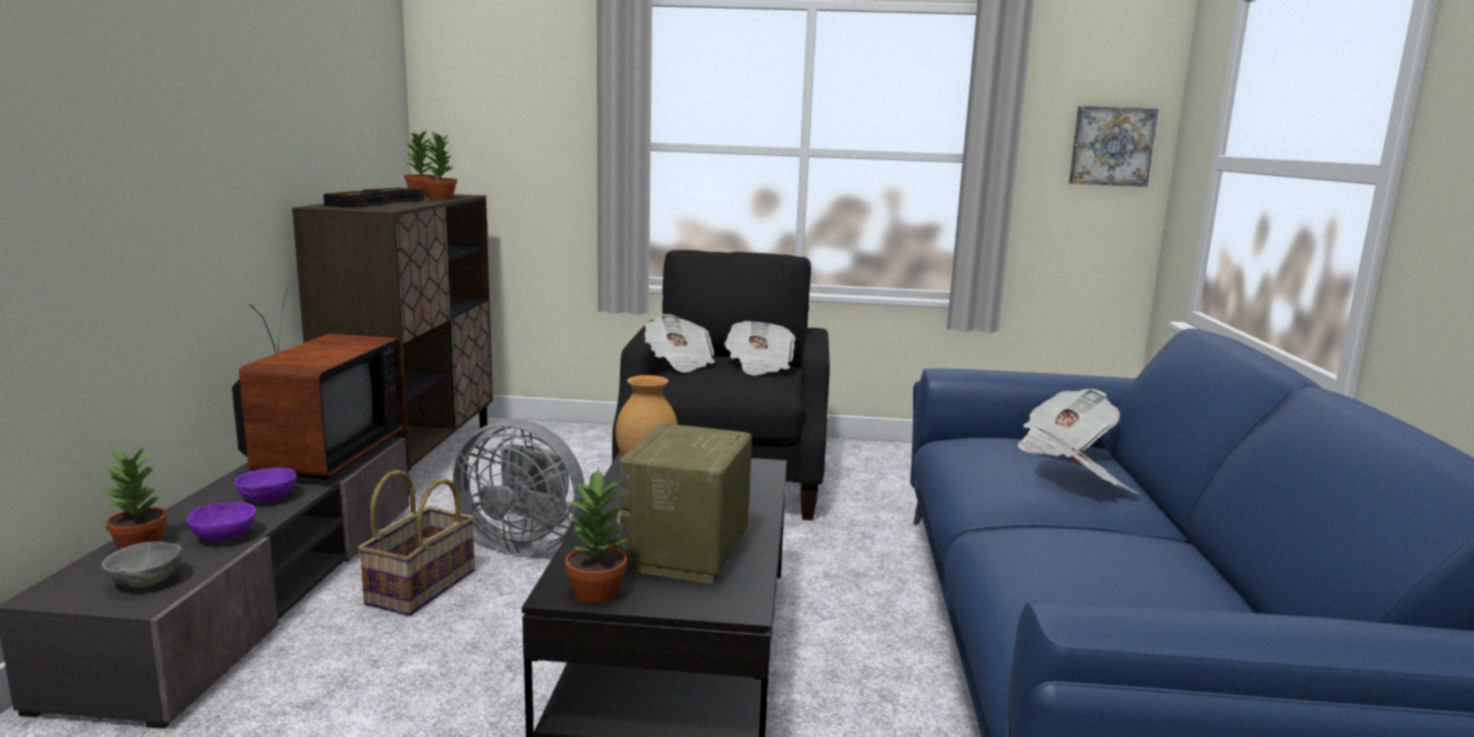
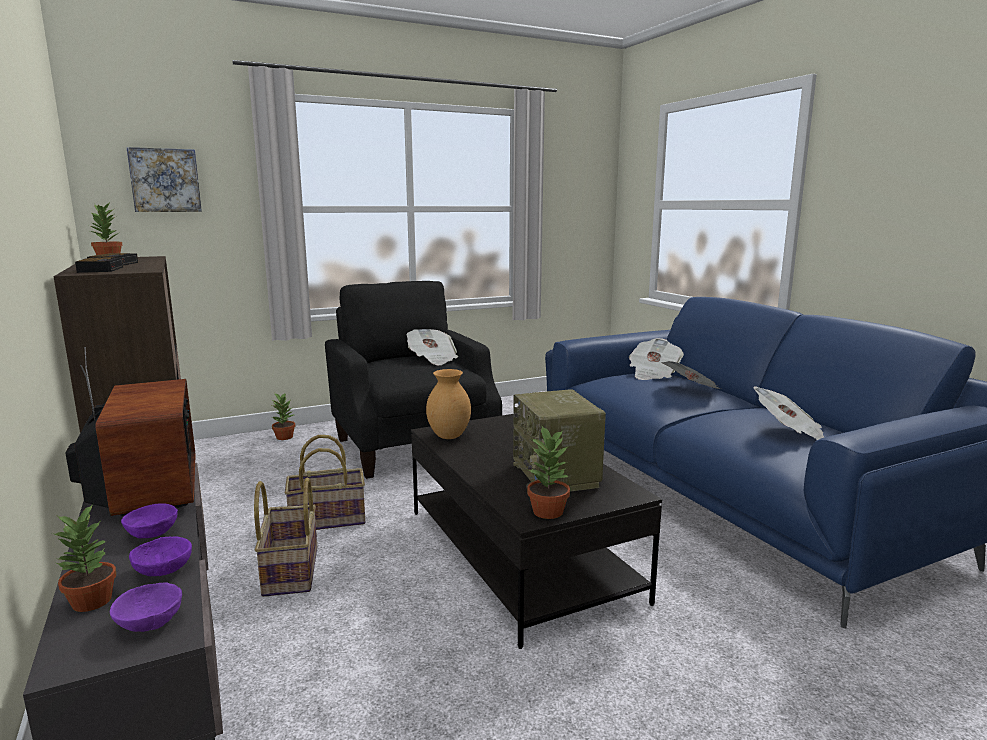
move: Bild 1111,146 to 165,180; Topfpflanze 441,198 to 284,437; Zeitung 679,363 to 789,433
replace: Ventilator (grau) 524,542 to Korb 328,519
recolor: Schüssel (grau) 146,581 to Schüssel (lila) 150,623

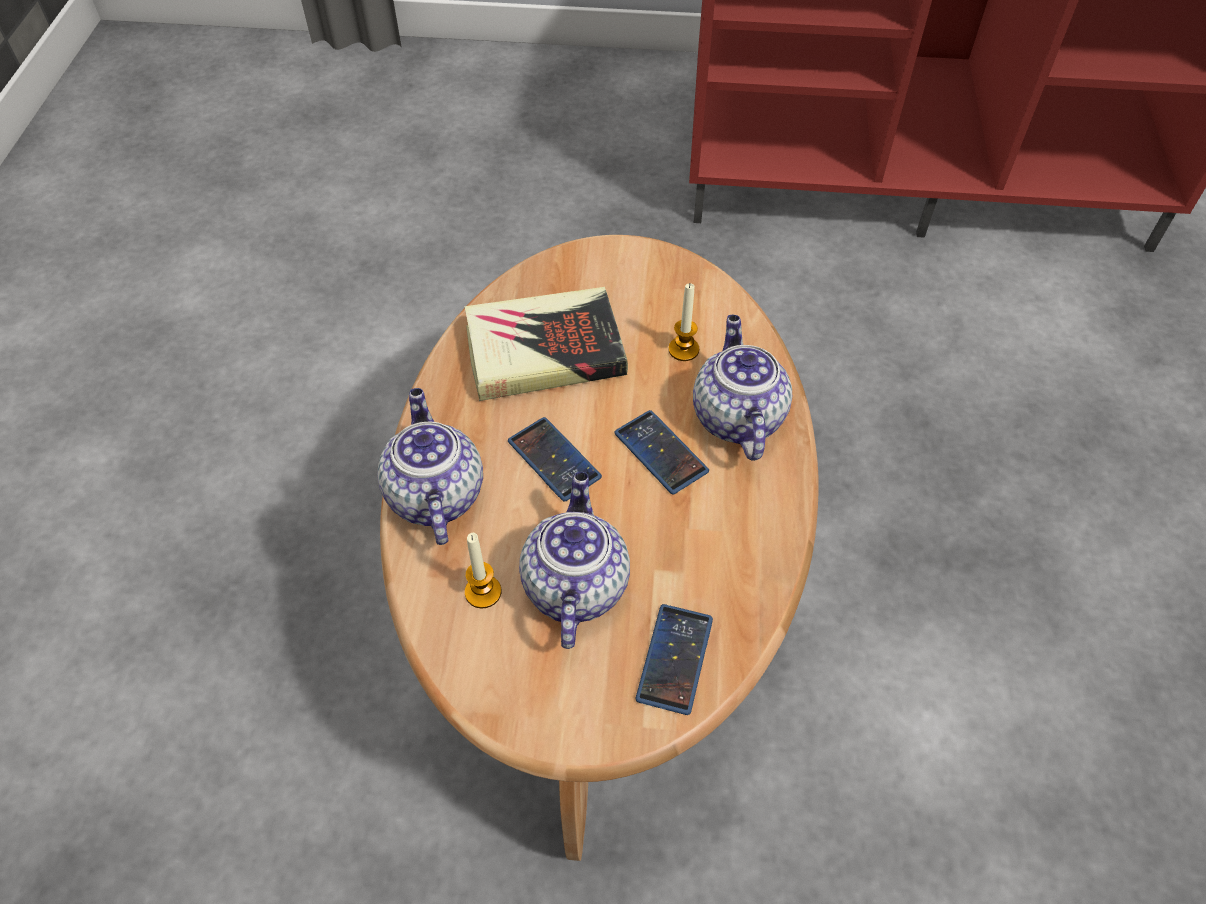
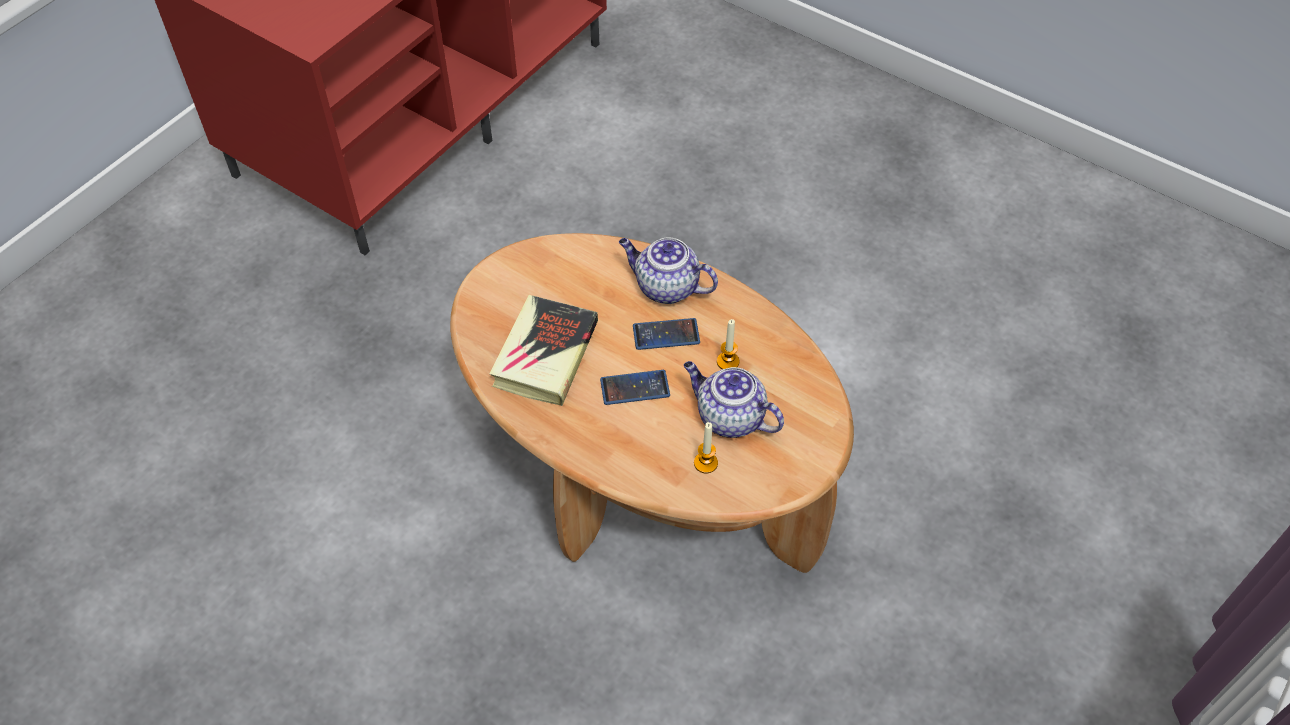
delete: Teekanne 434,494; Handy 675,659
move: Kerze 683,349 to 728,362

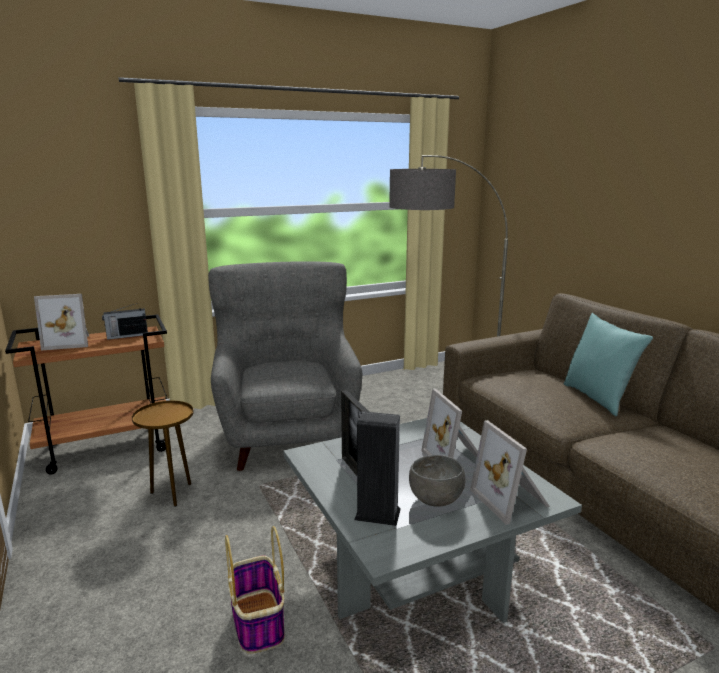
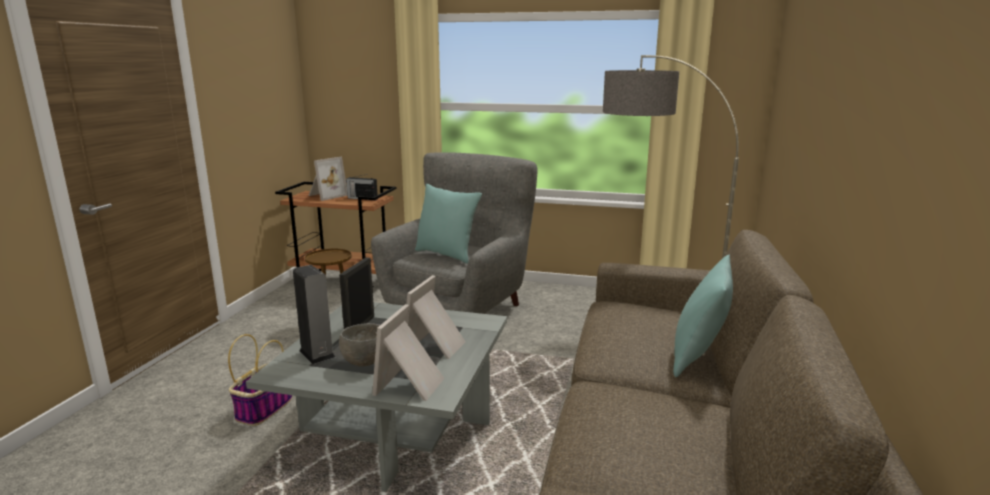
insert: Kissen (türkis) 447,254
rotate: Bilderrahmen 69,342 = 326,195 75 degrees counterclockwise

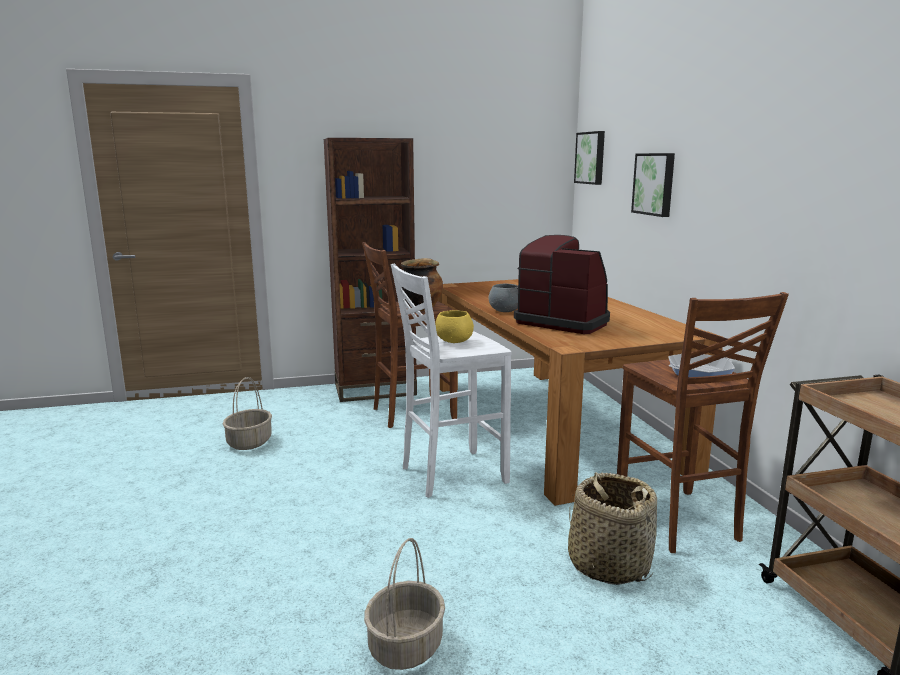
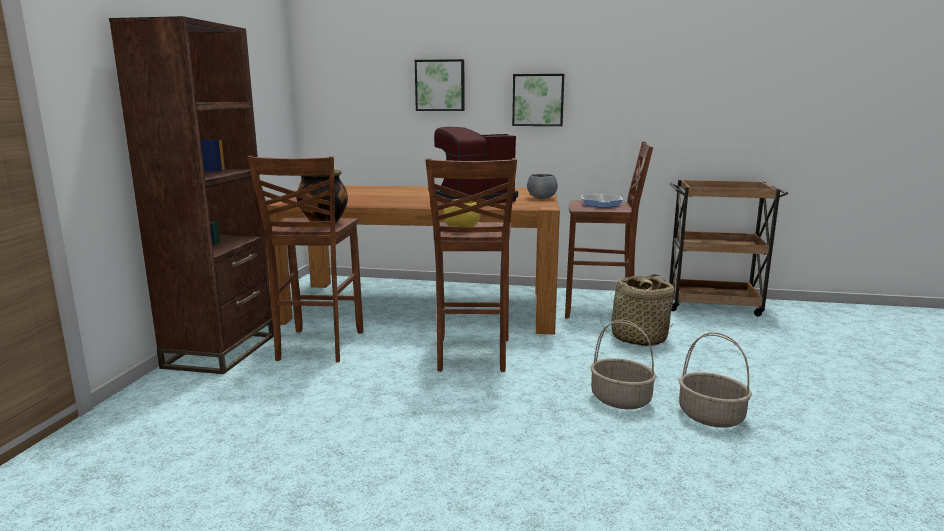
move: Bild 591,158 to 538,100; Schüssel (grau) 505,311 to 542,198; Korb 249,442 to 621,399
recolor: Hocker (weiß) 450,474 to Hocker (braun) 471,355

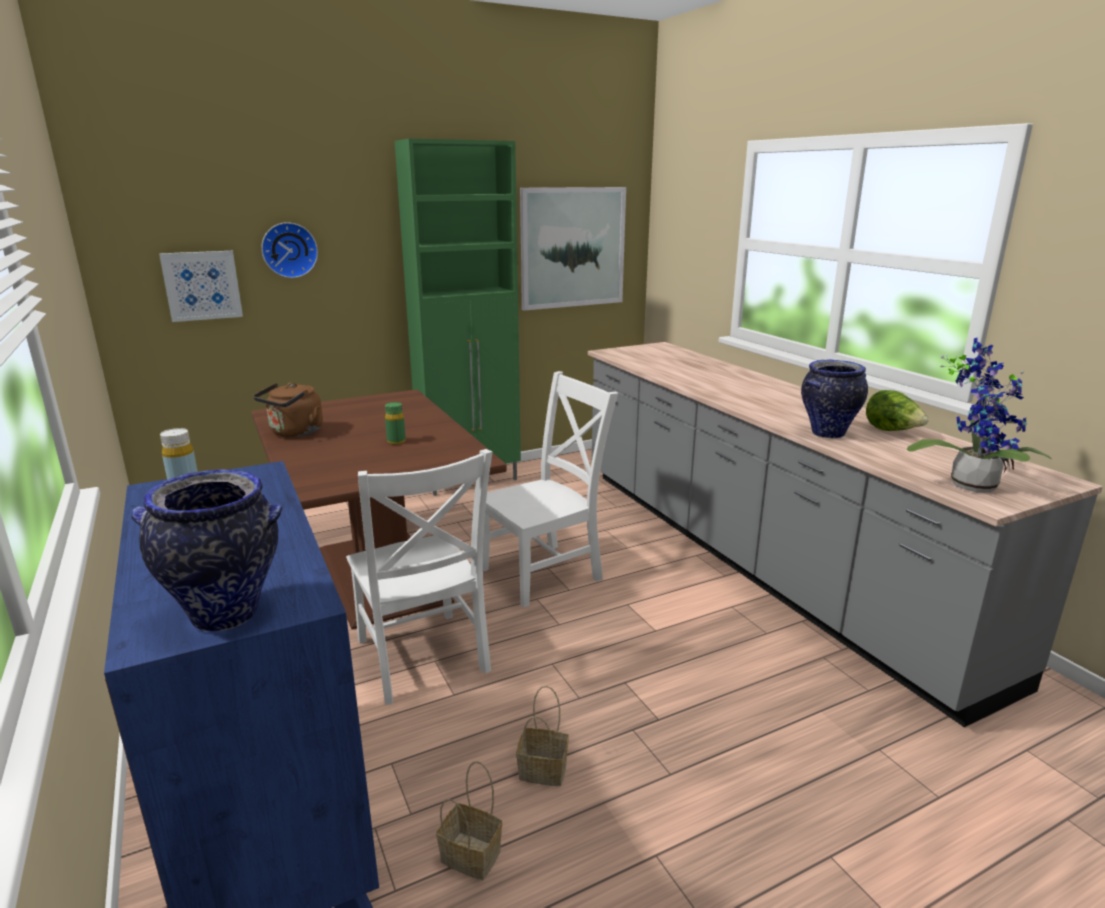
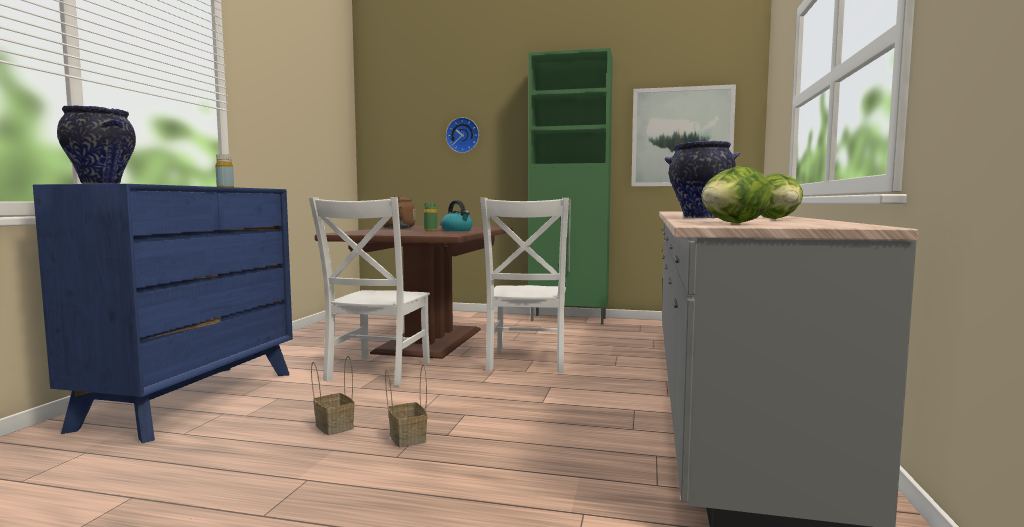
delete: Bild 202,285
insert: Wasserkessel 457,230
move: Korb 468,856 to 406,437
replace: Topfpflanze 969,483 to Salatkopf 732,223
rotate: Stuhl (weiß) 546,573 = 526,362 90 degrees clockwise

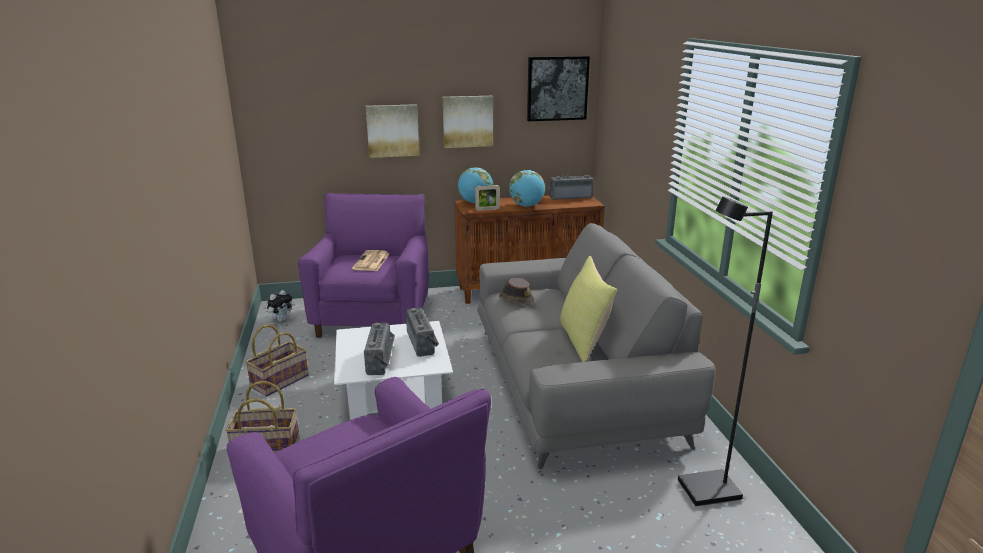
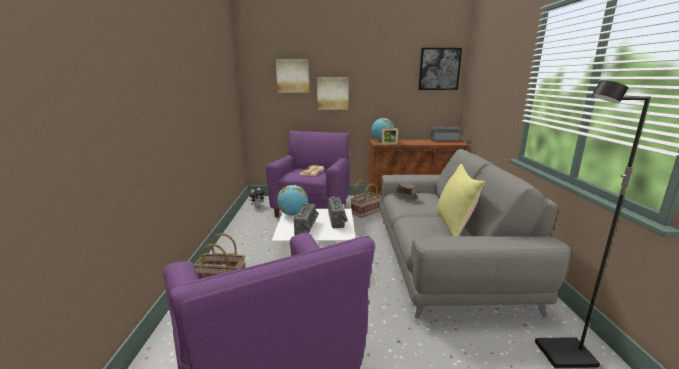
move: Bild 467,121 to 292,76; Globus 526,206 to 293,214; Korb 279,381 to 365,212

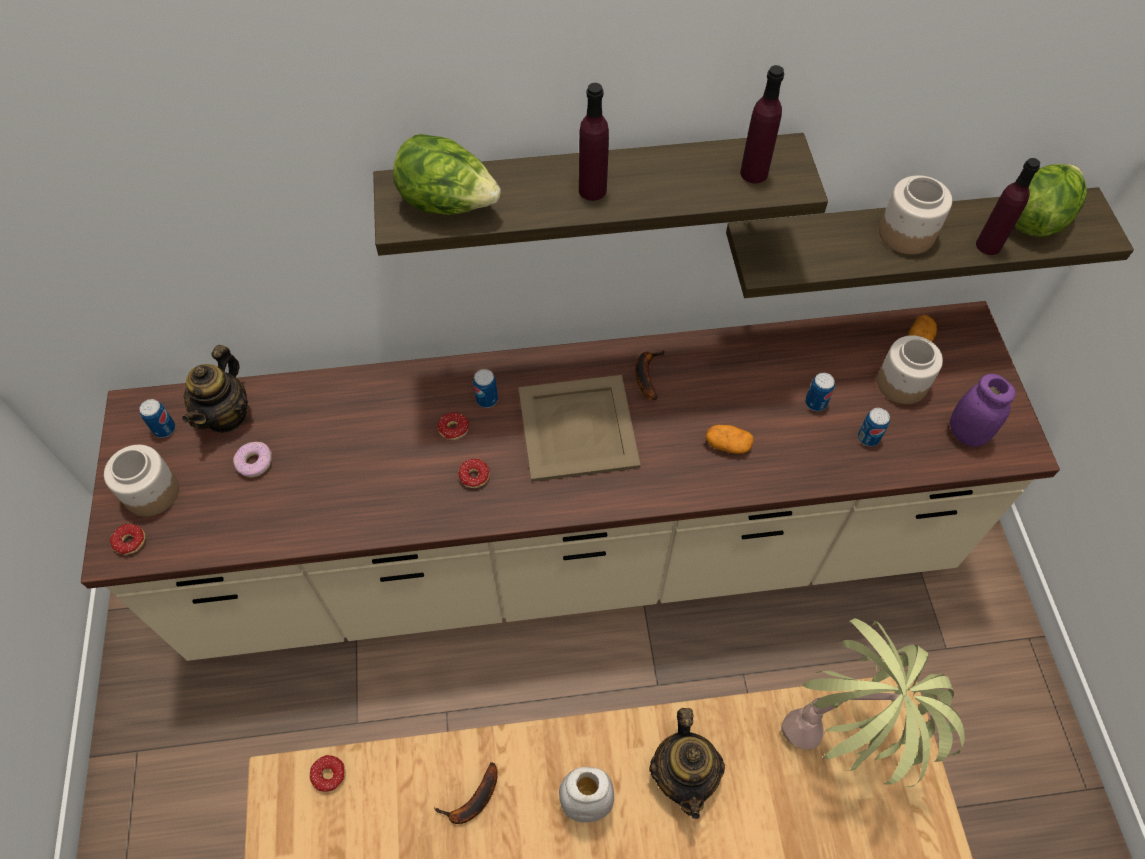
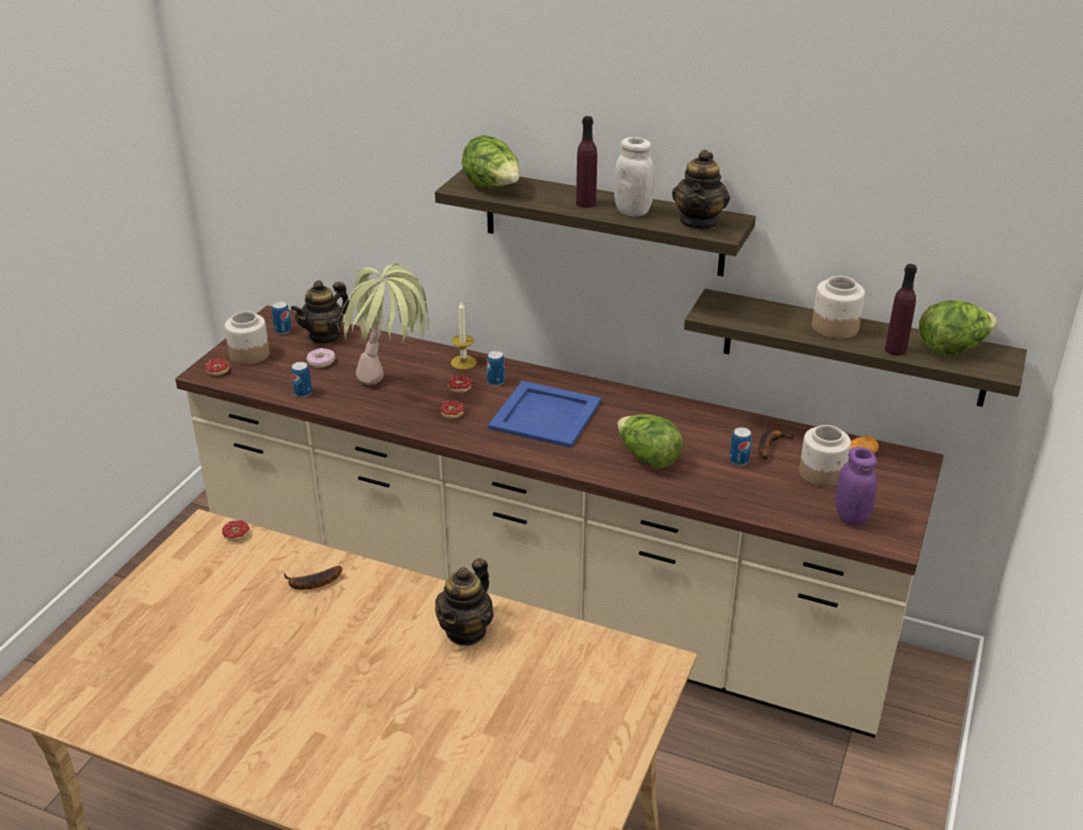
insert: Kerze 463,362
move: Banane 646,374 to 769,446; Dose 868,437 to 303,393; Topfpflanze 845,740 to 392,392; Vorratsglas (weiß) 586,802 to 632,211
replace: Flasche (lila) 754,173 to Teekanne 699,222; Kartoffel 727,445 to Salatkopf 647,458
recolor: Tablett (beige) 577,429 to Tablett (blau) 544,415

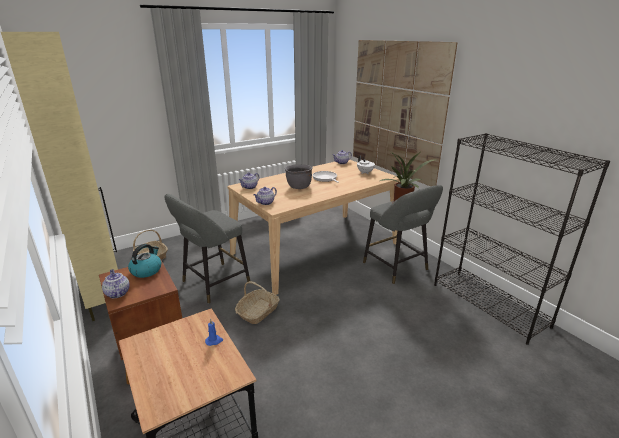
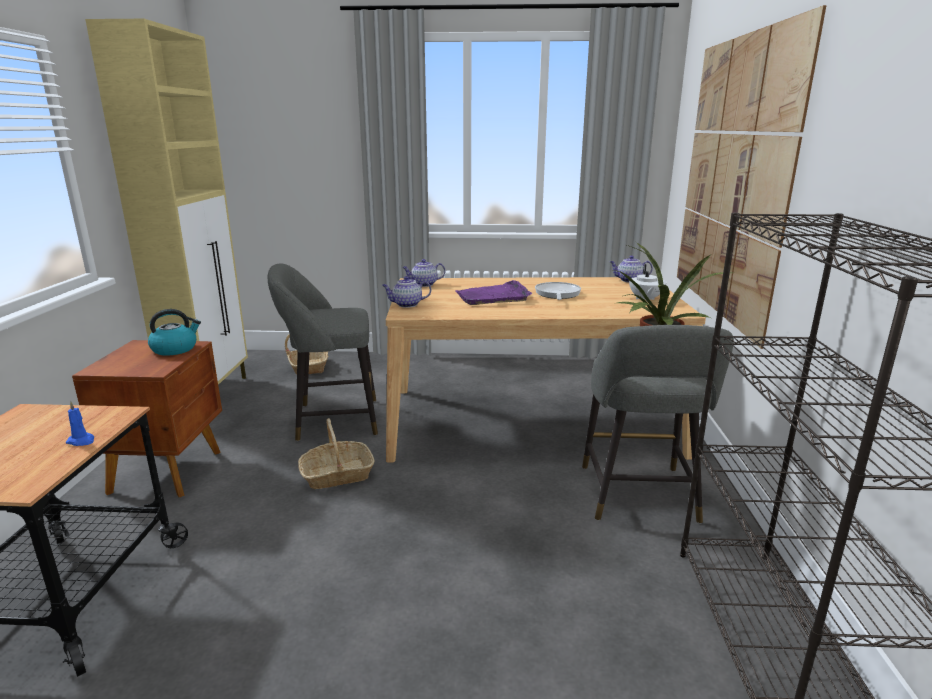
delete: Teekanne 117,293
replace: Kochtopf (grau) 298,187 to Tablett (lila) 493,296

